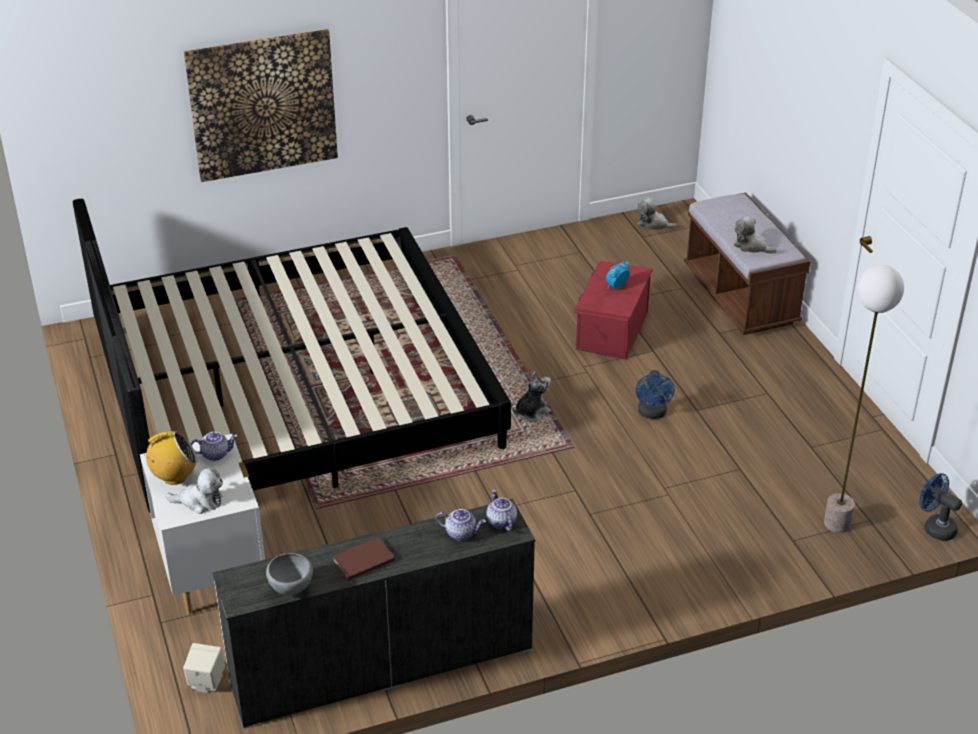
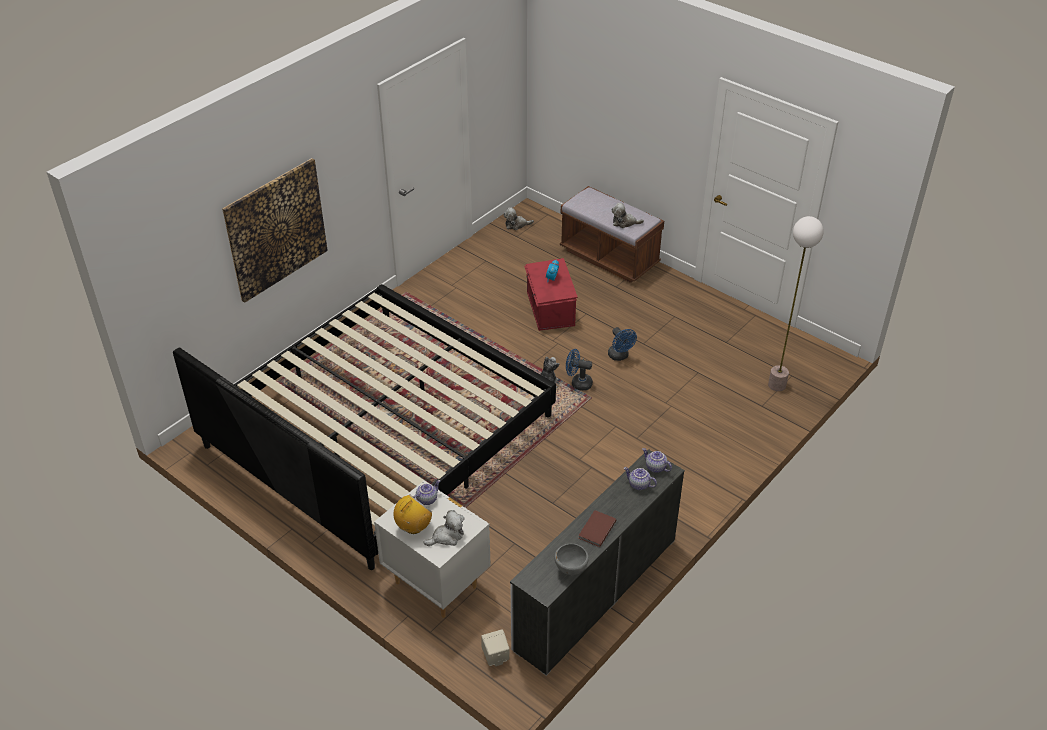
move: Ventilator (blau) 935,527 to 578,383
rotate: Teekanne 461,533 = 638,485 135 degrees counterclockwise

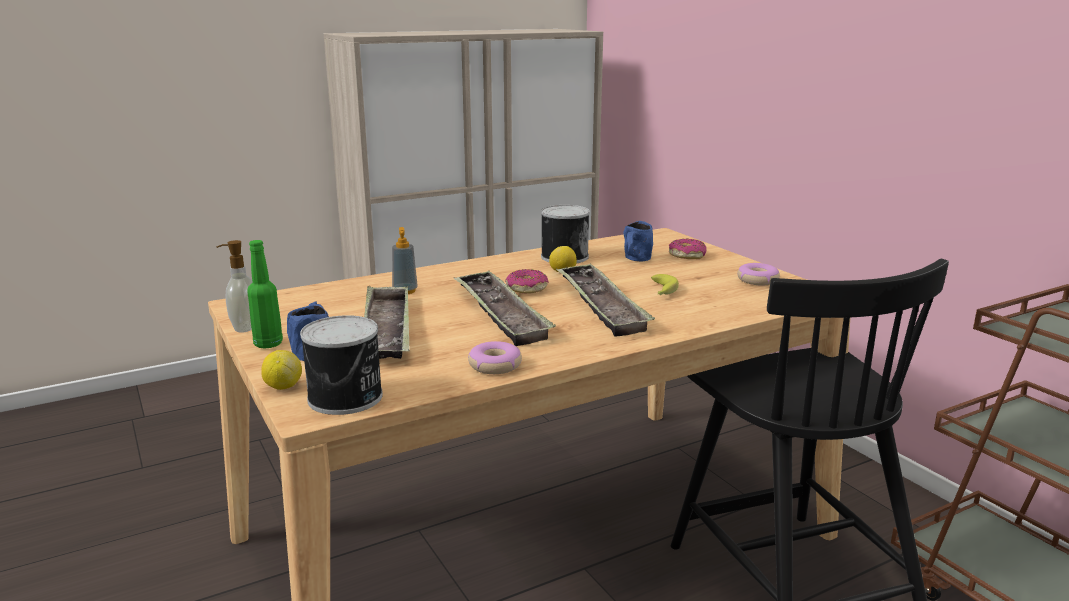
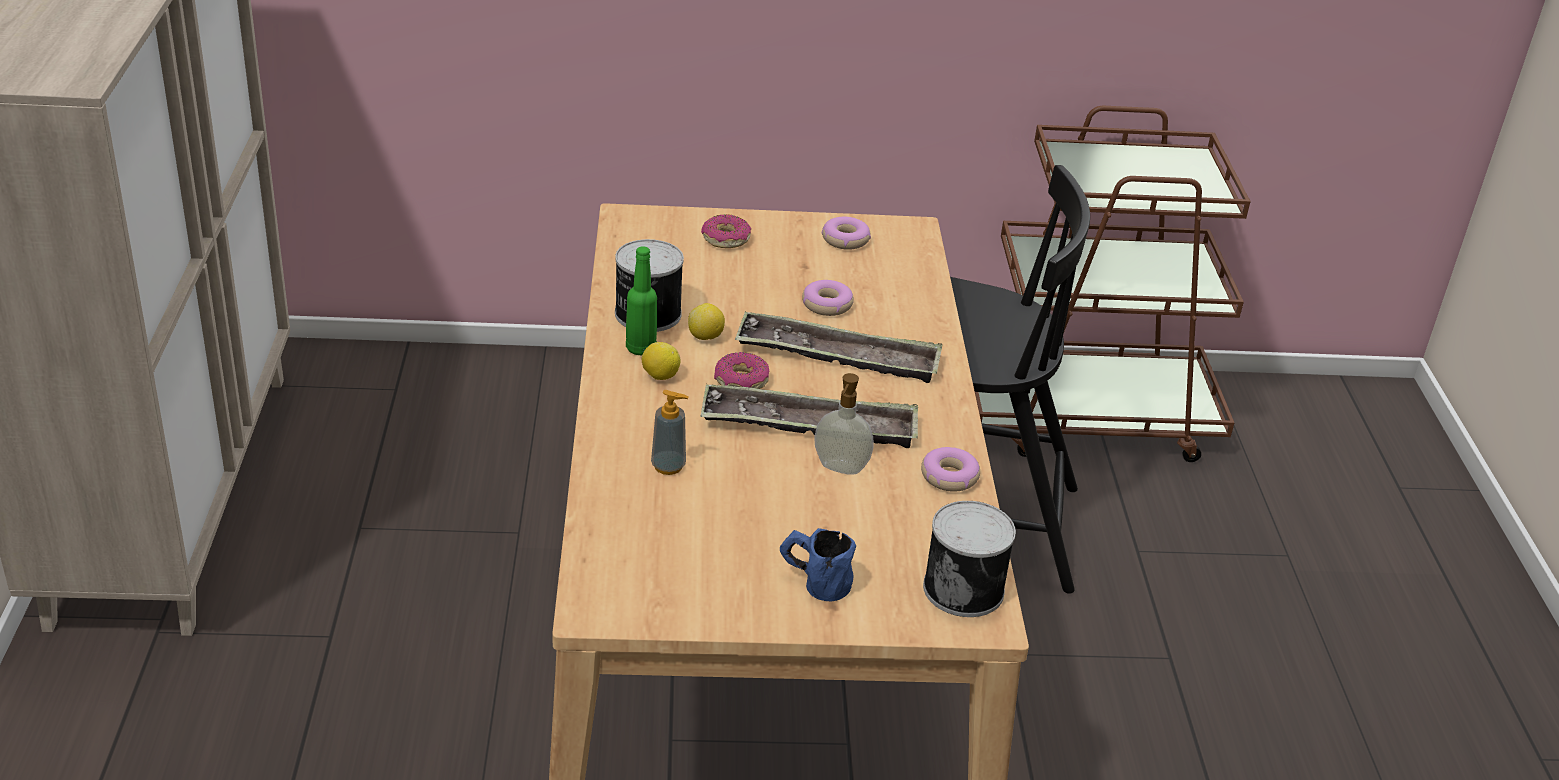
delete: Henkelbecher (blau) 635,260; Tablett 387,330
move: Seifenspender 244,327 to 840,468; Flasche (grün) 268,344 to 640,348; Zitrone 283,386 to 660,376
replace: Banane 661,291 to Donut 827,305

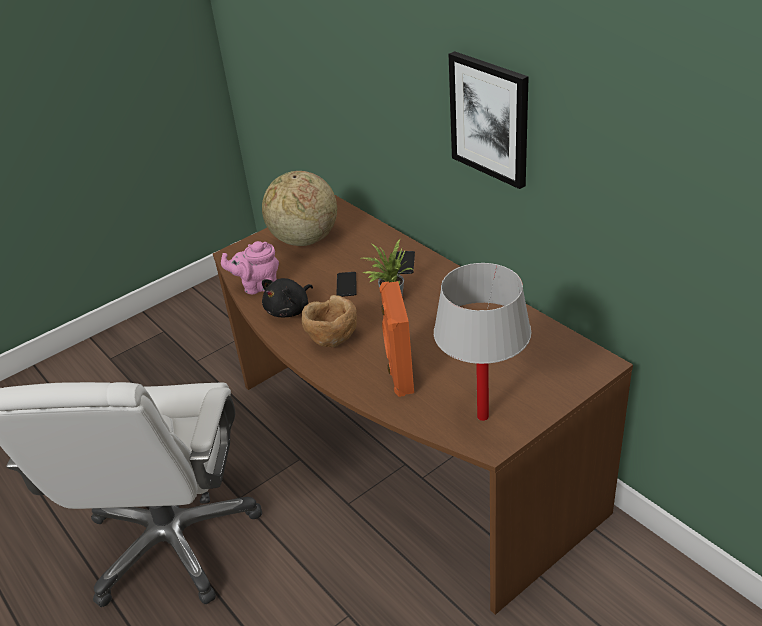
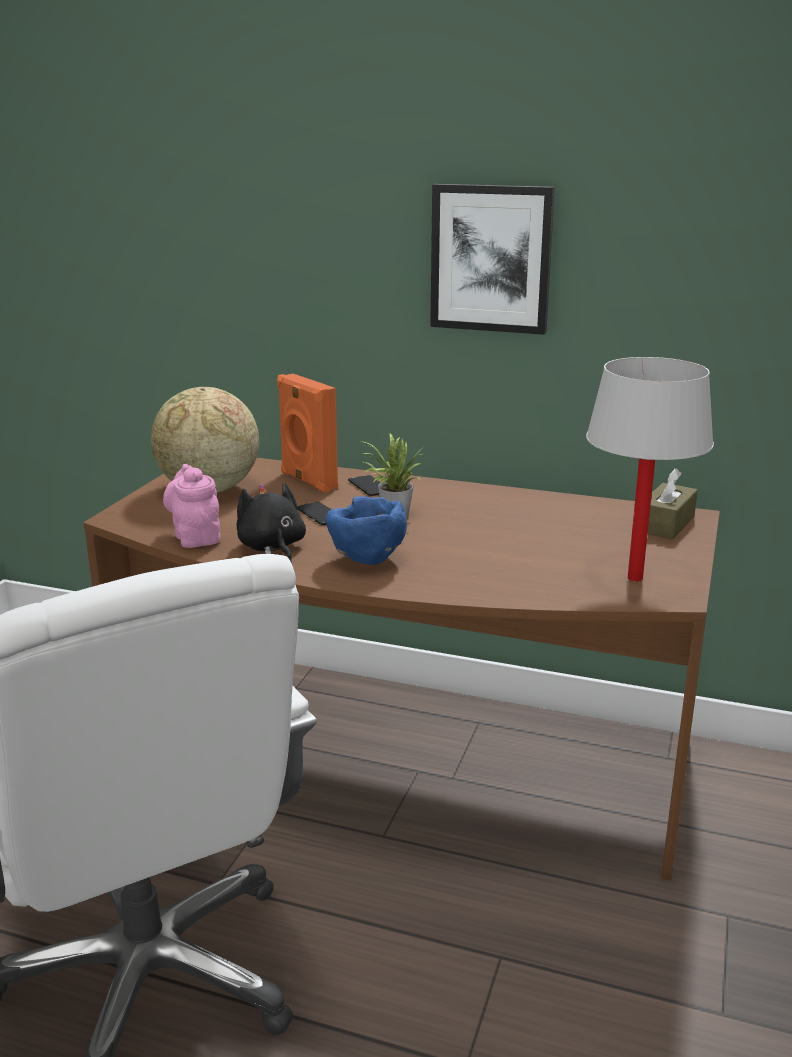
insert: Taschentuchbox (braun) 666,524
move: Lautsprecher (orange) 398,373 to 307,481
recolor: Schüssel (braun) 332,340 to Schüssel (blau) 366,560
rotate: Teekanne (rosa) 258,286 = 196,537 105 degrees clockwise; Plüschtier (schwarz) 289,310 = 272,548 150 degrees clockwise

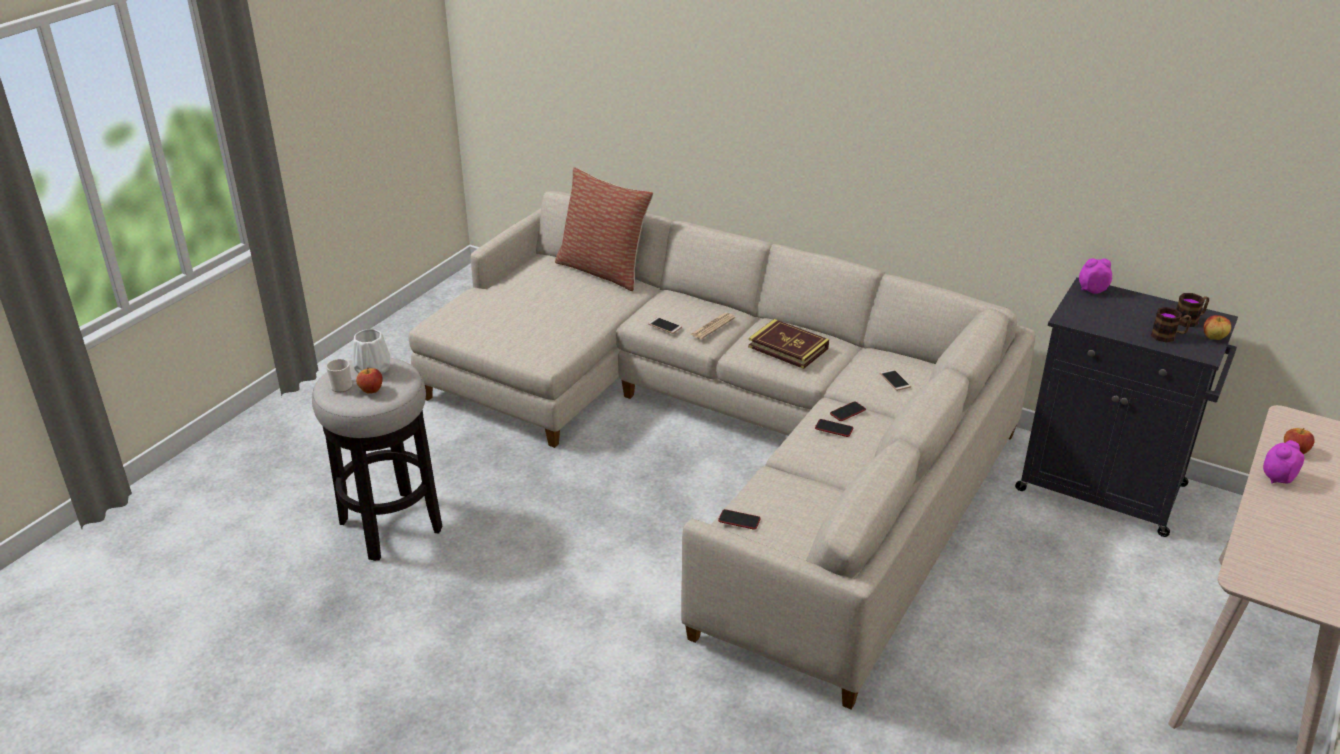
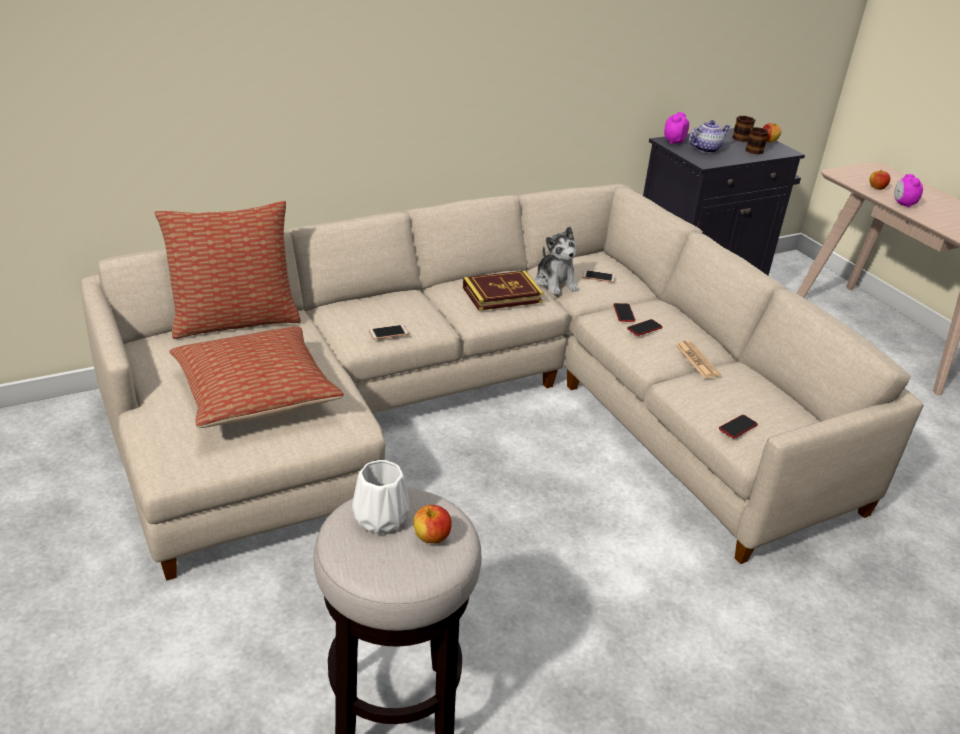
delete: Henkelbecher 342,385
insert: Teekanne 706,149; Plüschtier 555,282; Kissen 255,393
move: Zeitung 712,326 to 697,360

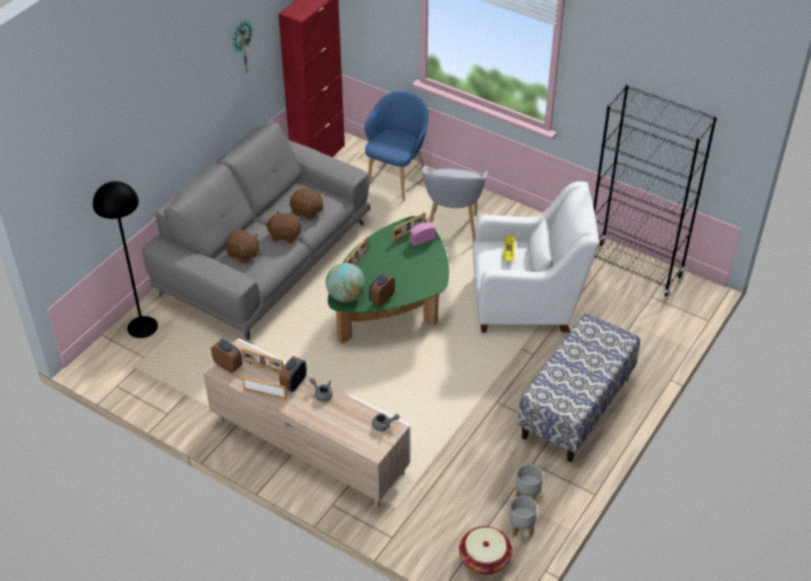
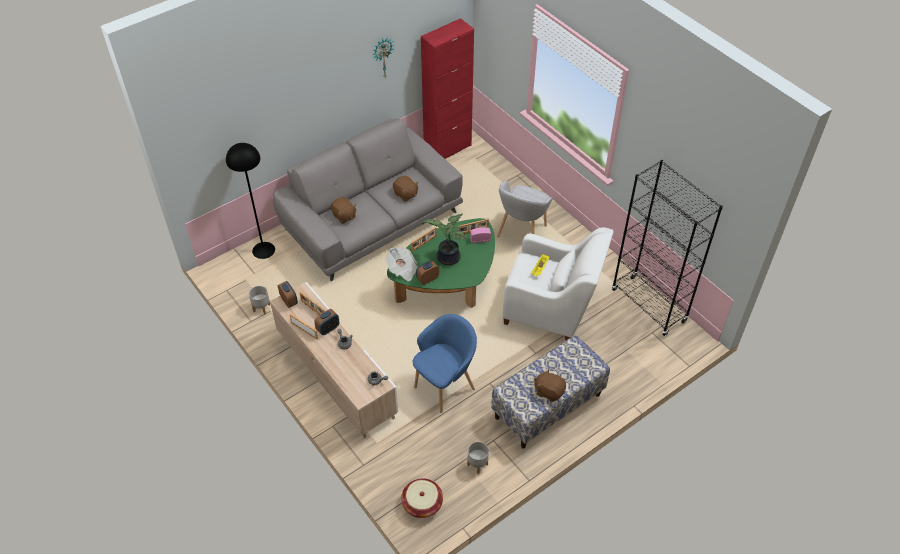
insert: Topfpflanze 447,258
move: Sessel (blau) 397,180 to 445,386; Plüschtier (braun) 285,235 to 549,391; Pflanzkübel (grau) 521,528 to 261,308
replace: Globus 346,296 to Zeitung 402,269

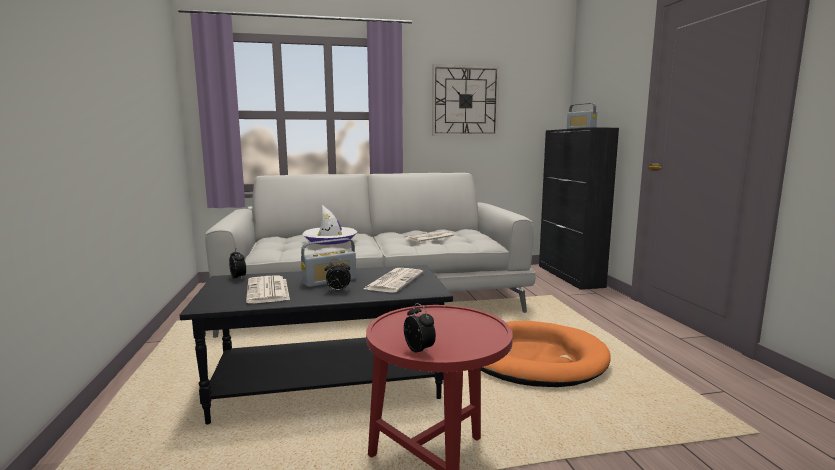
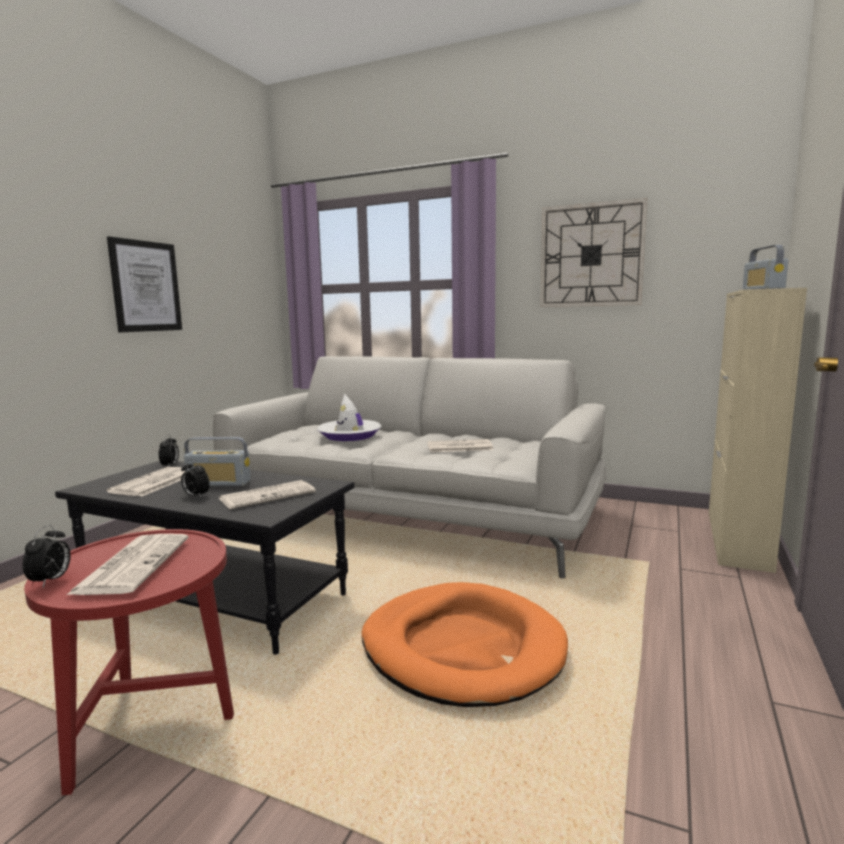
insert: Bild 145,286; Zeitung 133,564
recolor: Schrank (schwarz) 570,276 to Schrank (beige) 737,539

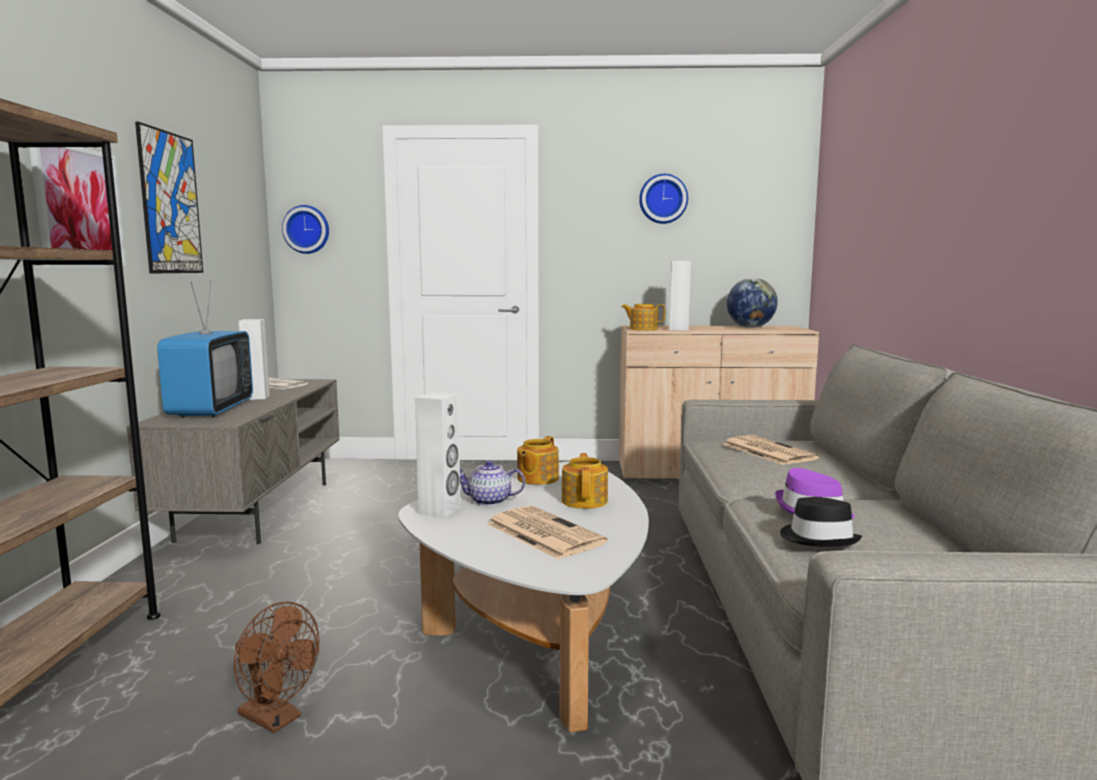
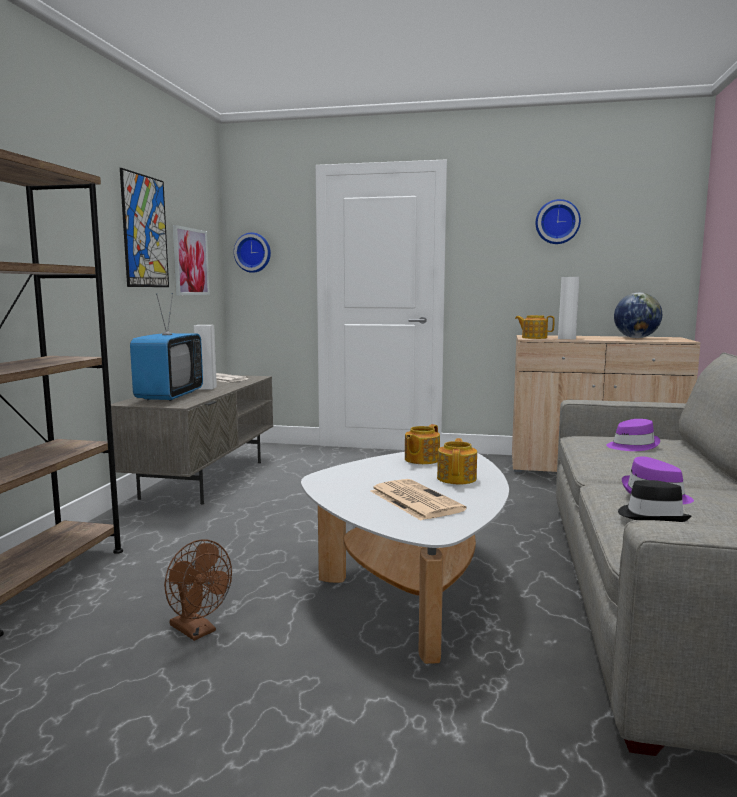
delete: Lautsprecher (weiß) 440,510; Teekanne 490,501
move: Bild 79,207 to 190,262
replace: Zeitung 767,451 to Hut (lila) 632,446

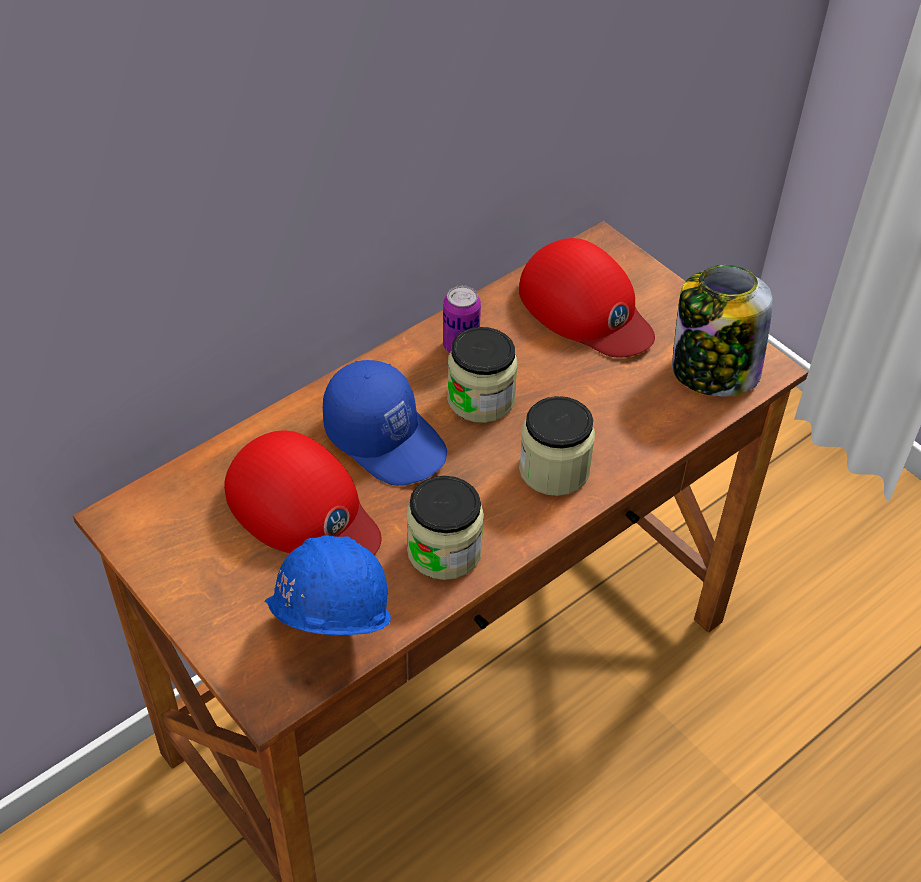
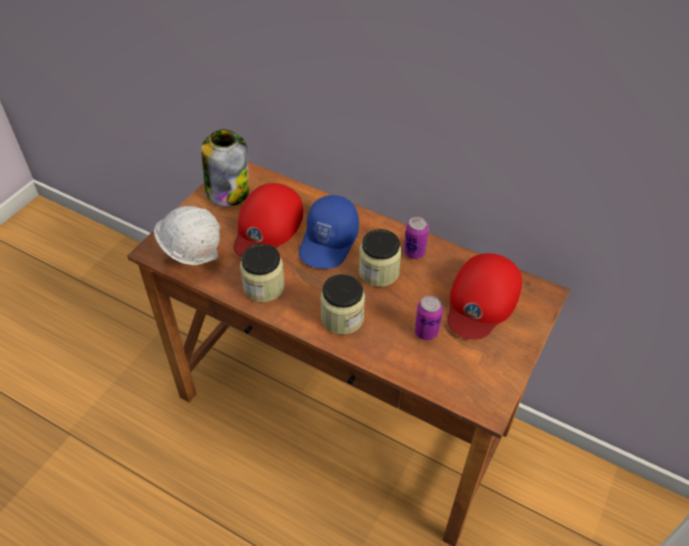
insert: Dose 426,332
move: Vorratsglas 712,371 to 227,191
recolor: Schutzhelm (blau) 327,637 to Schutzhelm (weiß) 193,259

